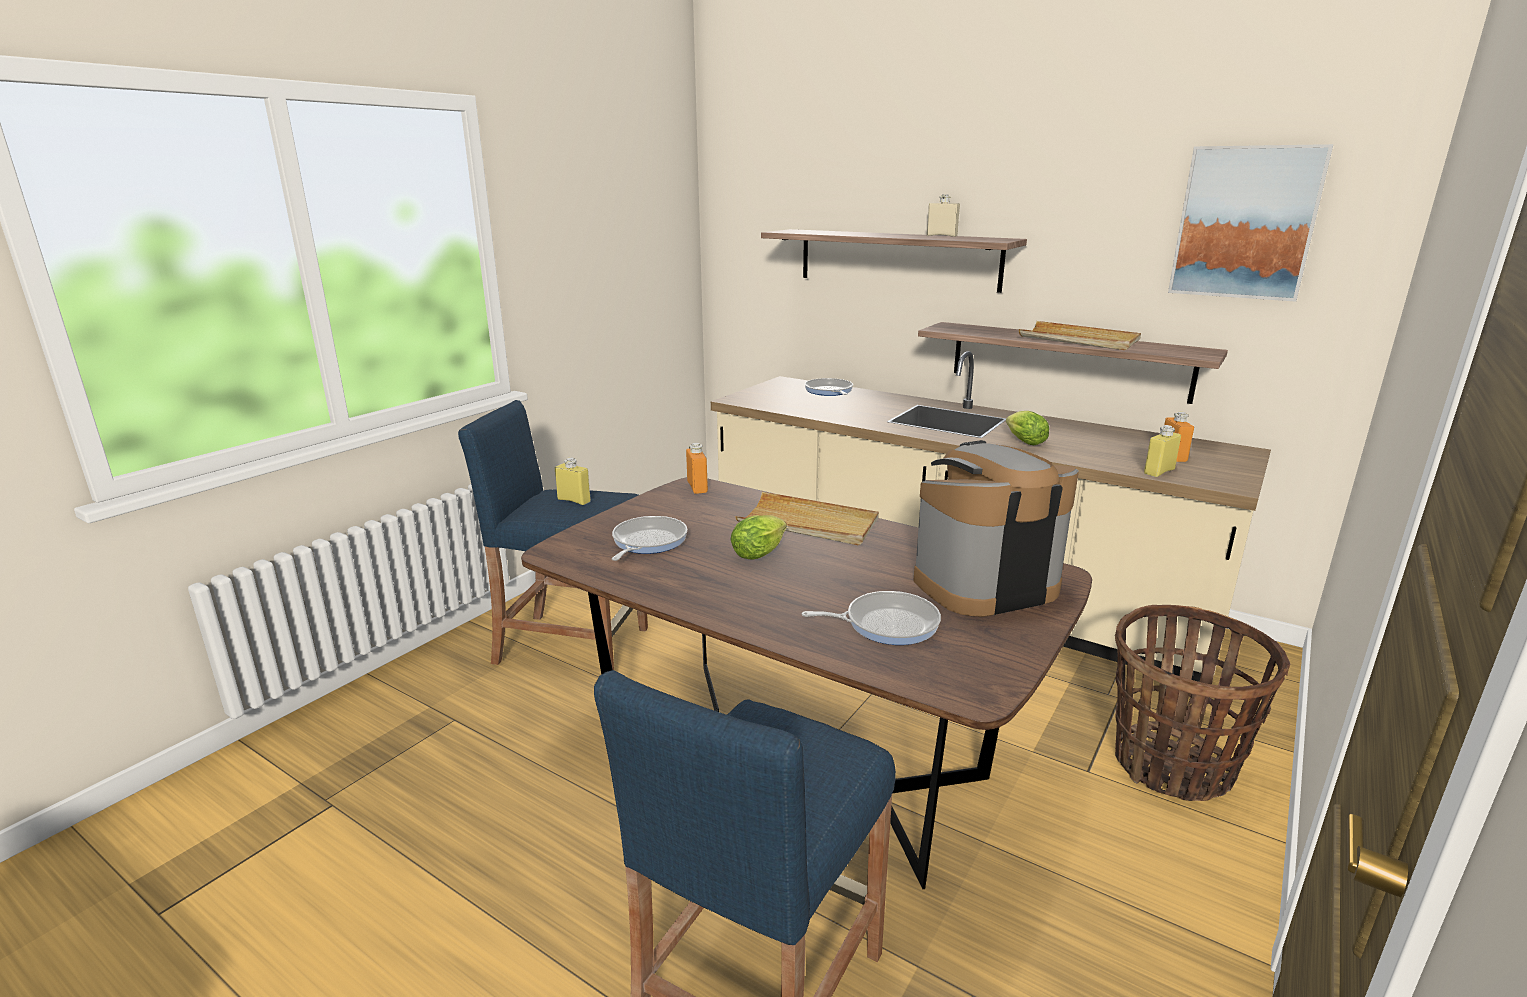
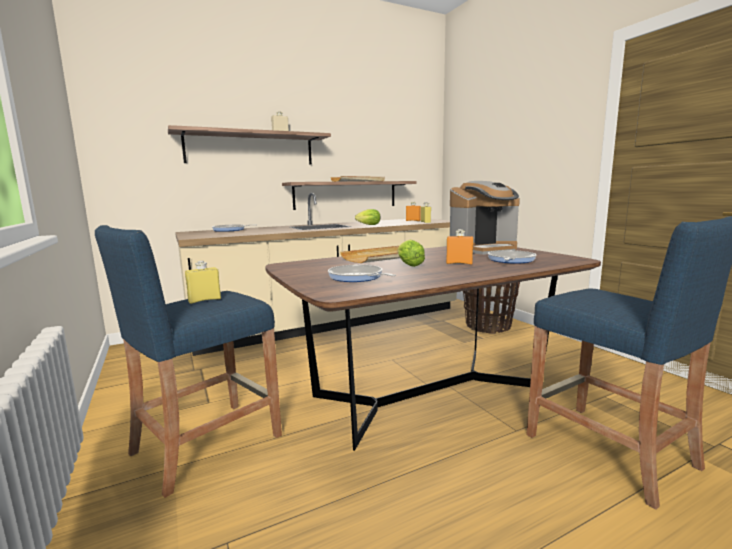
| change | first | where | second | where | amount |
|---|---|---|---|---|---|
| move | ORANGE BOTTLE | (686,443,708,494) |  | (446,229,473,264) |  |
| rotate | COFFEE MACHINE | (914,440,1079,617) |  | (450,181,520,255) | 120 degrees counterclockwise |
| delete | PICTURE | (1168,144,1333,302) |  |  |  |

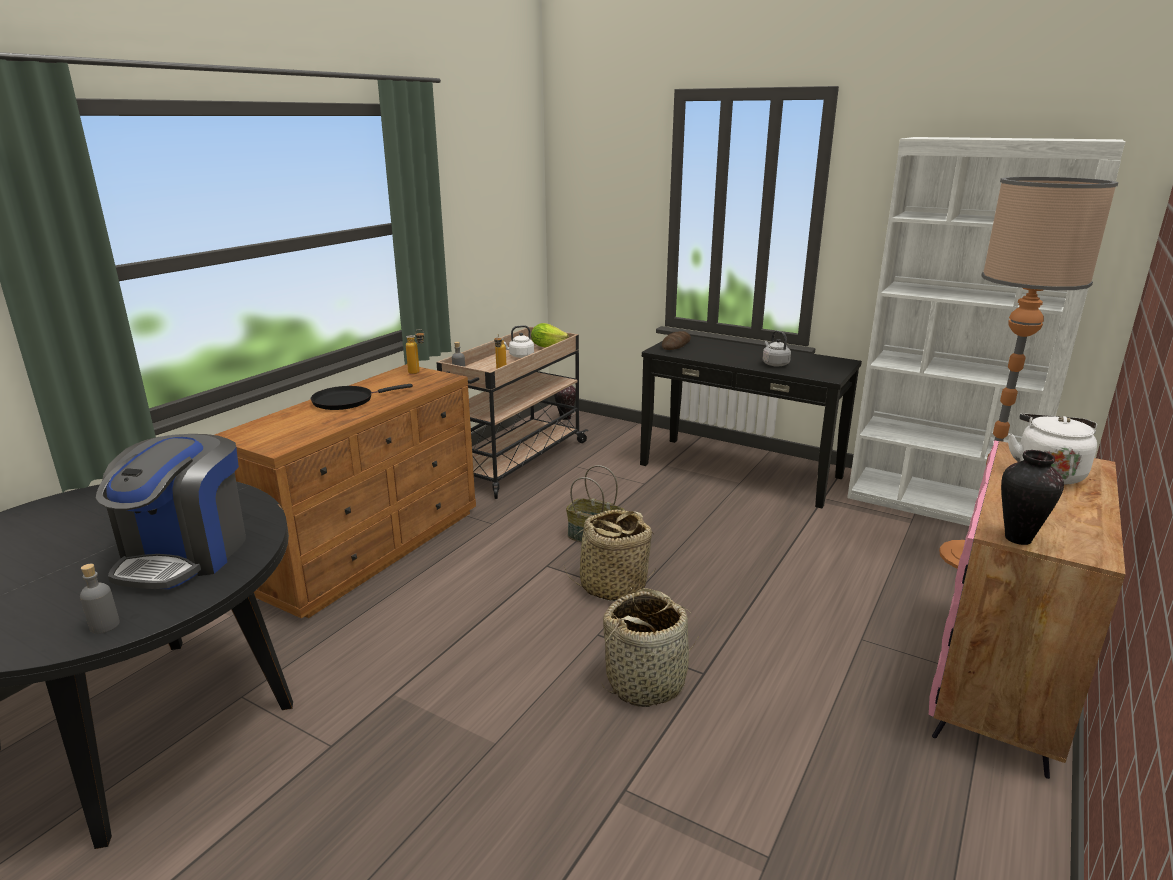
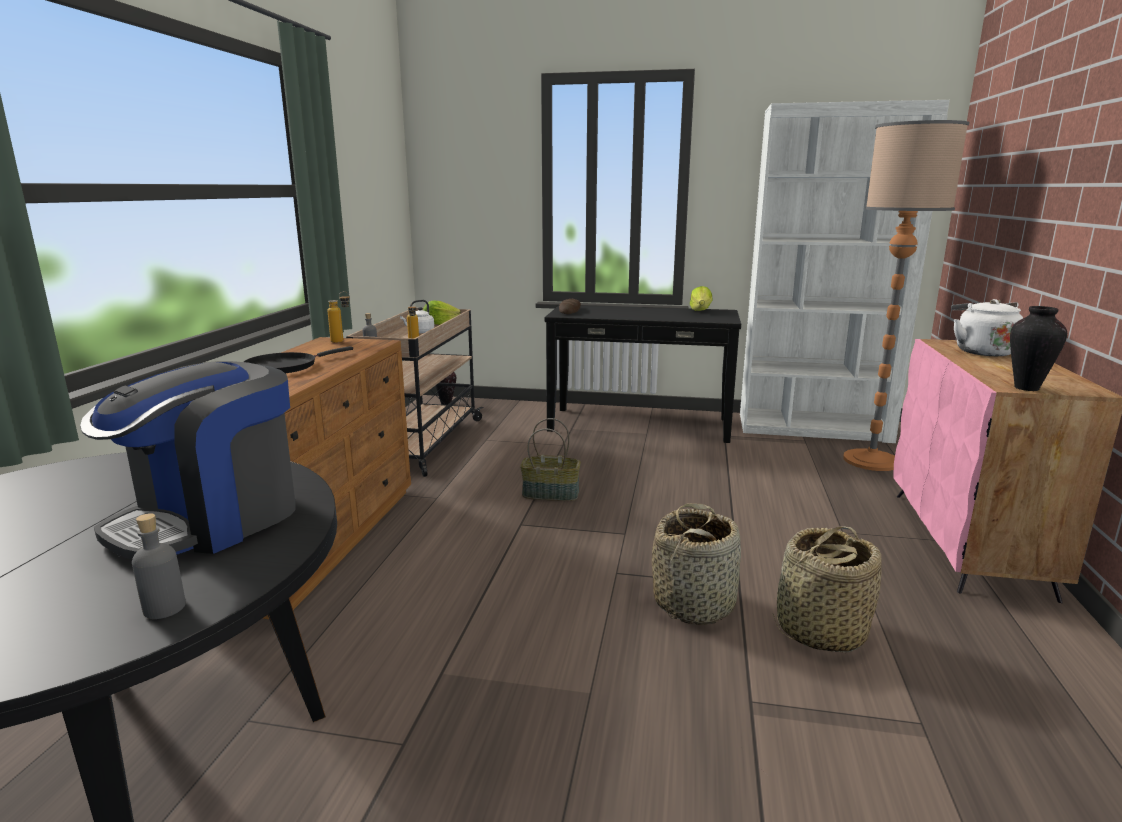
| change | first | where | second | where | amount |
|---|---|---|---|---|---|
| rotate | COFFEE MACHINE | (96,434,246,589) |  | (80,361,296,559) | 45 degrees clockwise |
| insert |  |  | LETTUCE | (690,286,713,311) |  |
| move | BASKET | (564,509,655,601) |  | (773,526,882,652) |  |
| delete | GREY KETTLE | (762,331,791,367) |  |  |  |

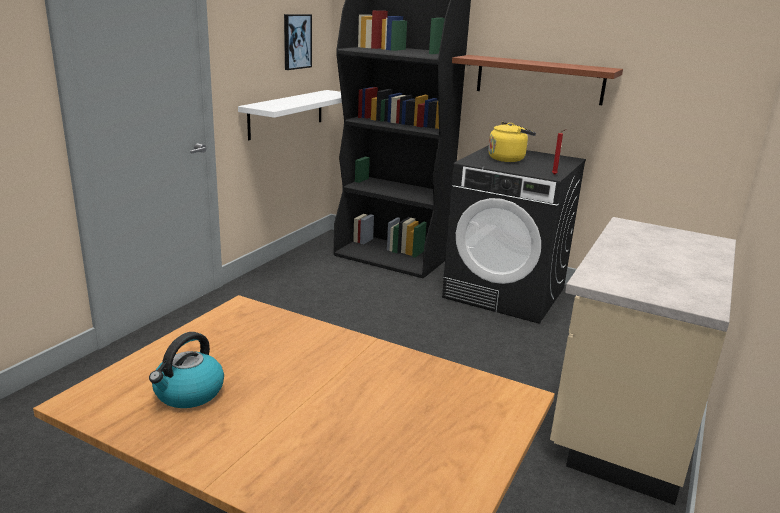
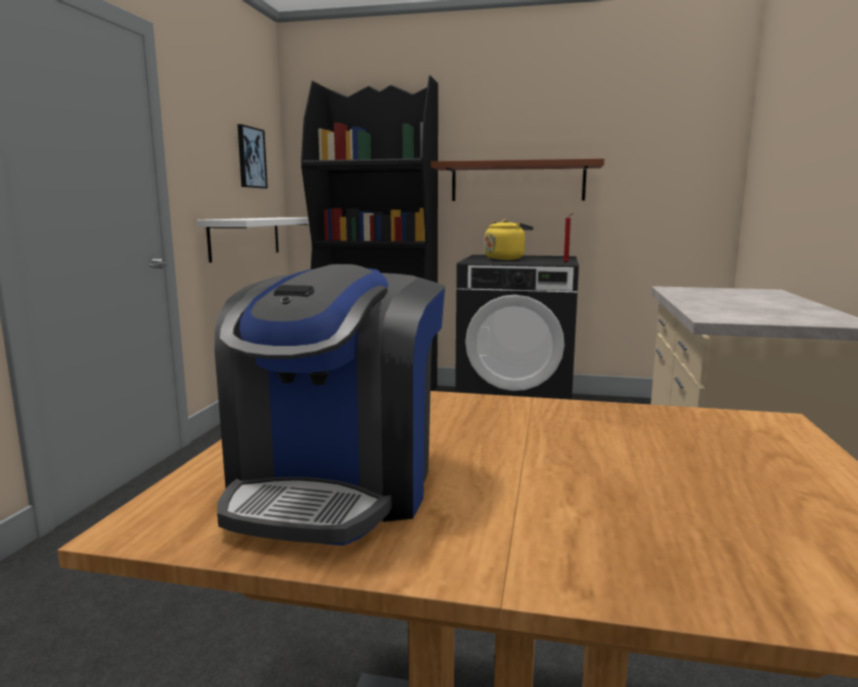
| change | first | where | second | where | amount |
|---|---|---|---|---|---|
| replace | KETTLE | (149,332,224,408) | COFFEE MACHINE | (215,264,445,546) |  |

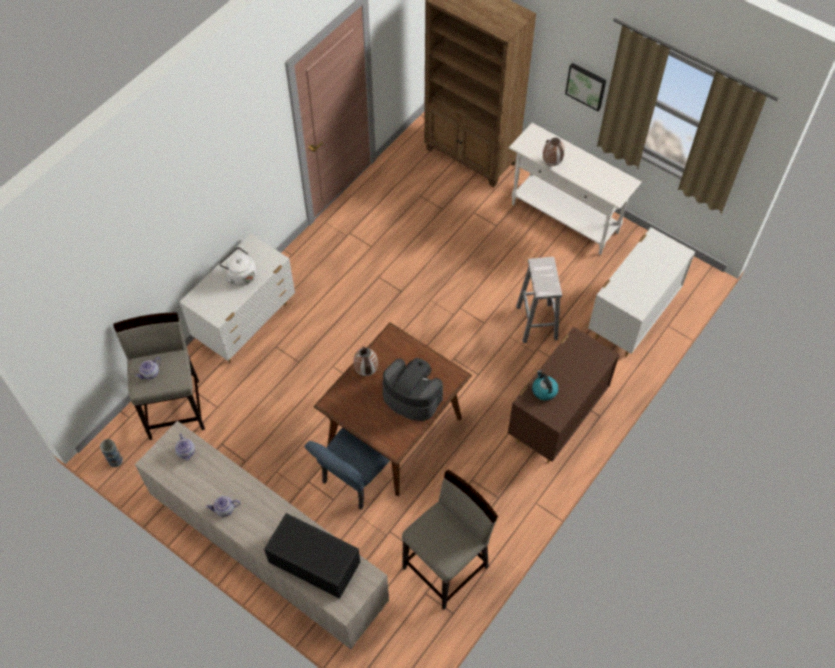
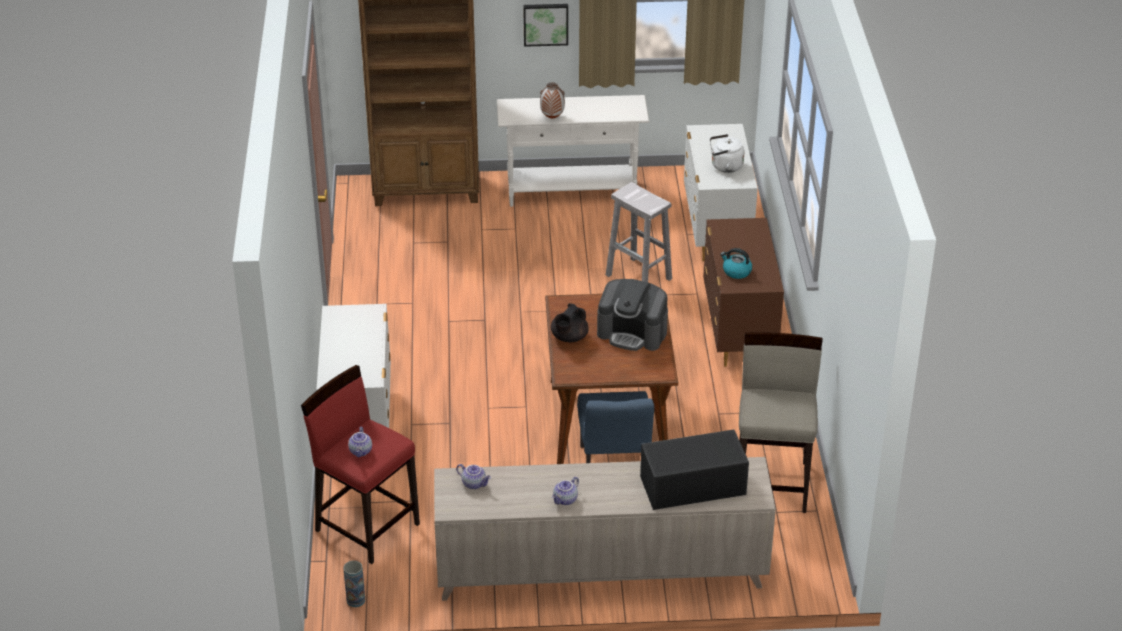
| change | first | where | second | where | amount |
|---|---|---|---|---|---|
| recolor | BEIGE STOOL | (113,312,205,440) | RED STOOL | (301,365,420,564) |  |
| replace | VASE | (354,347,378,376) | BLACK TEAPOT | (551,303,589,342) |  |
| rotate | COFFEE MACHINE | (382,358,443,421) |  | (597,279,668,351) | 150 degrees counterclockwise |
| move | WHITE KETTLE | (219,247,256,286) |  | (710,134,744,173) |  |

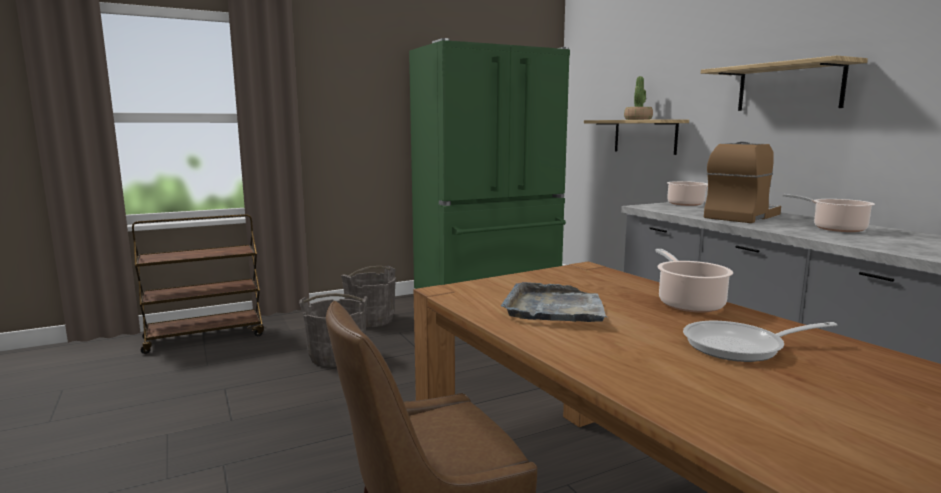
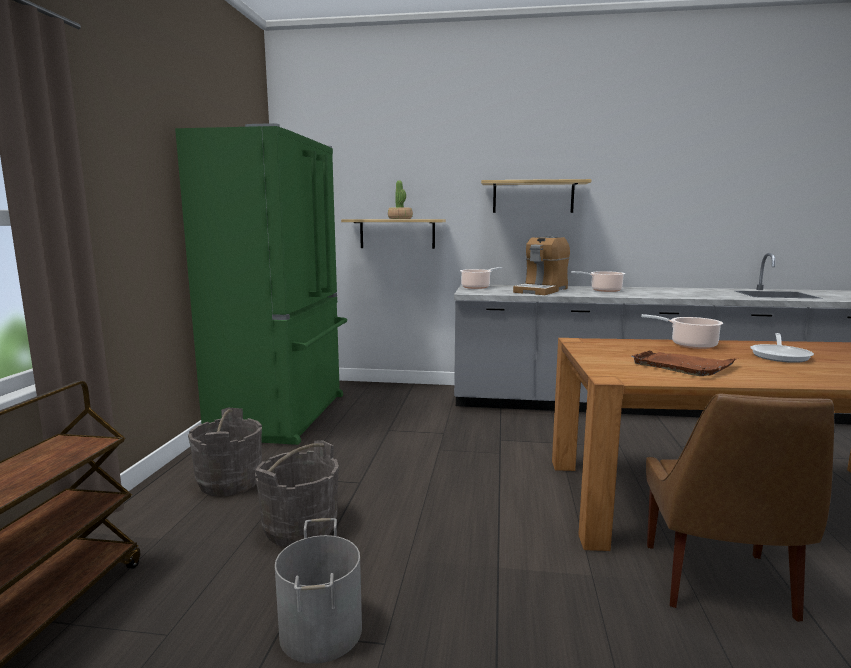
| change | first | where | second | where | amount |
|---|---|---|---|---|---|
| insert |  |  | GREY BUCKET | (275,518,362,664) |  |
| rotate | COFFEE MACHINE | (704,142,781,223) |  | (513,236,570,295) | 135 degrees counterclockwise |
| recolor | GREY TRAY | (501,282,607,322) | BROWN TRAY | (632,350,739,376) |  |

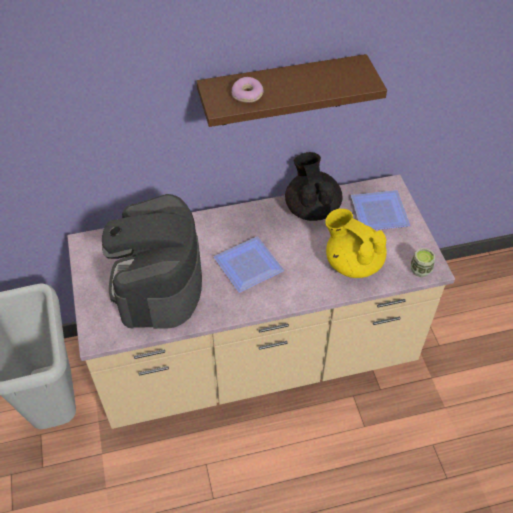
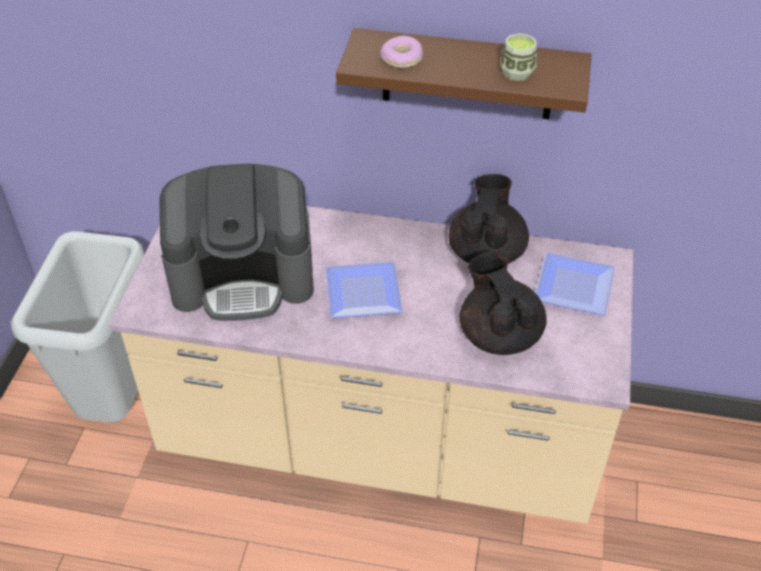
| change | first | where | second | where | amount |
|---|---|---|---|---|---|
| rotate | COFFEE MACHINE | (102,194,202,329) |  | (159,163,314,321) | 120 degrees counterclockwise |
| recolor | YELLOW TEAPOT | (325,209,387,278) | BLACK TEAPOT | (460,252,547,355) |  |
| move | CUP | (411,248,435,277) |  | (501,33,537,81) |  |

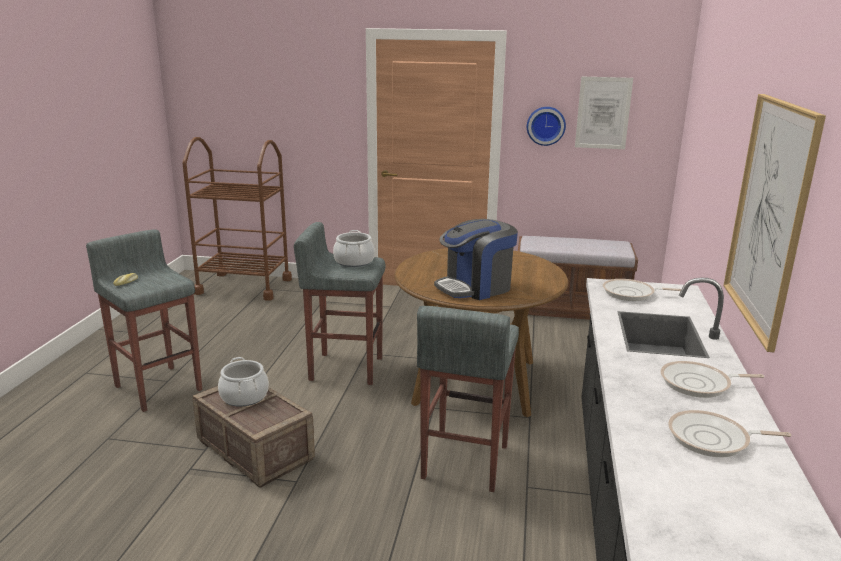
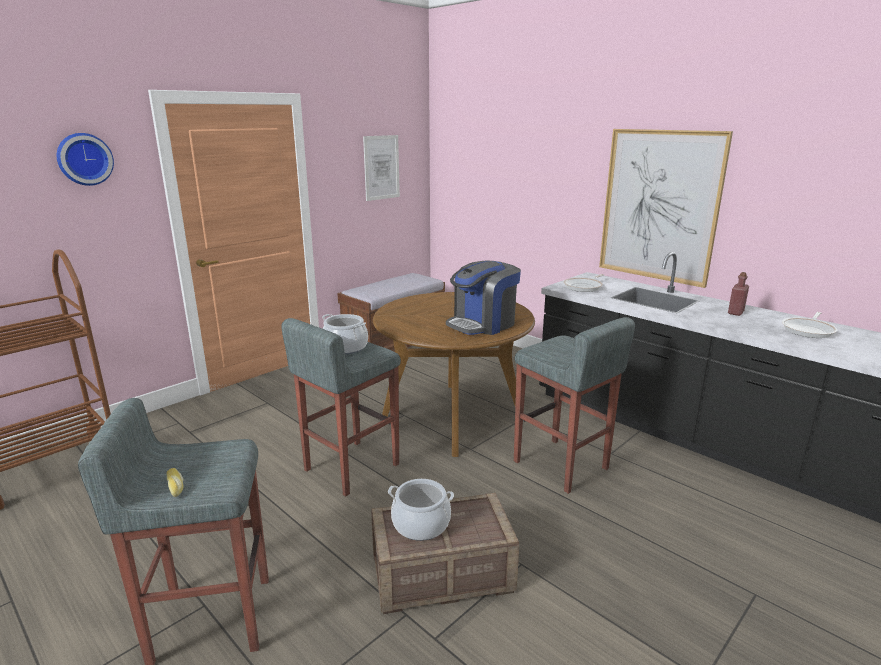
| change | first | where | second | where | amount |
|---|---|---|---|---|---|
| move | WALL CLOCK | (527,107,566,146) |  | (57,133,114,186) |  |
| rotate | COFFEE MACHINE | (434,219,518,300) |  | (446,261,521,335) | 45 degrees clockwise |
| replace | FRYING PAN | (661,361,764,398) | RED BOTTLE | (728,272,749,316) |  |

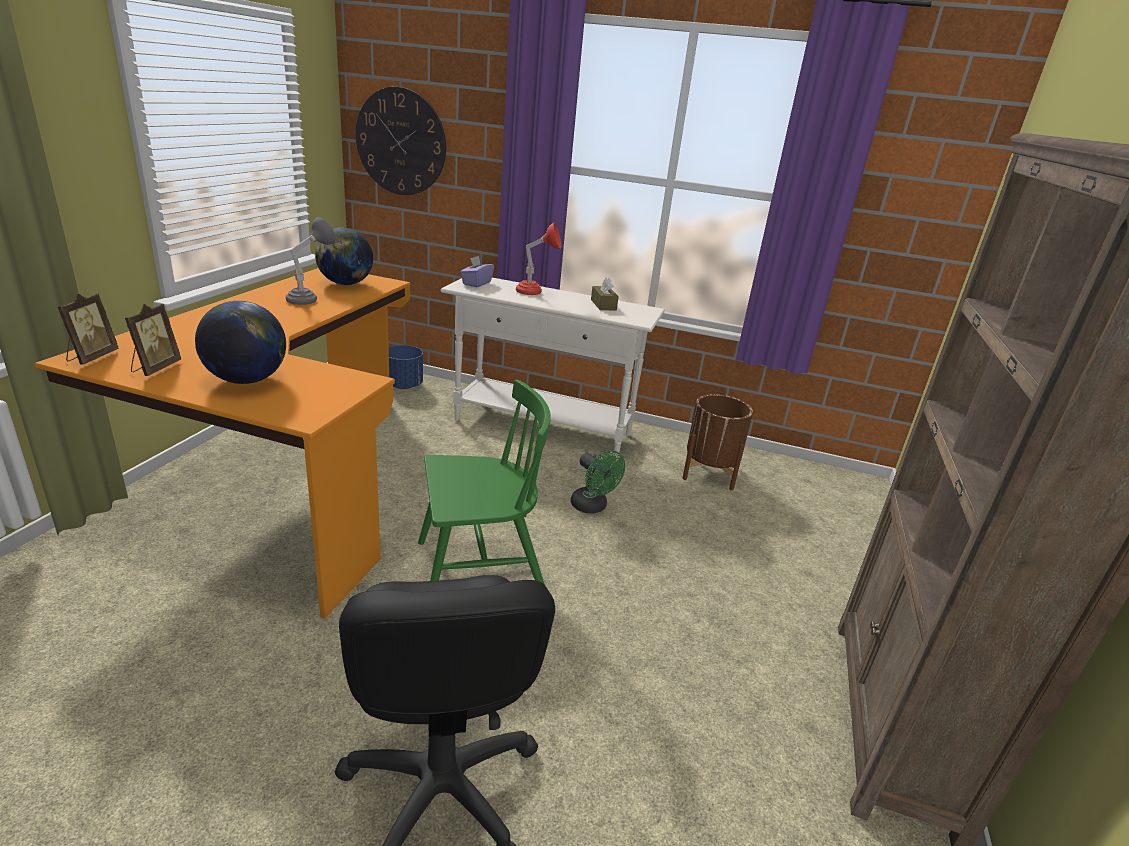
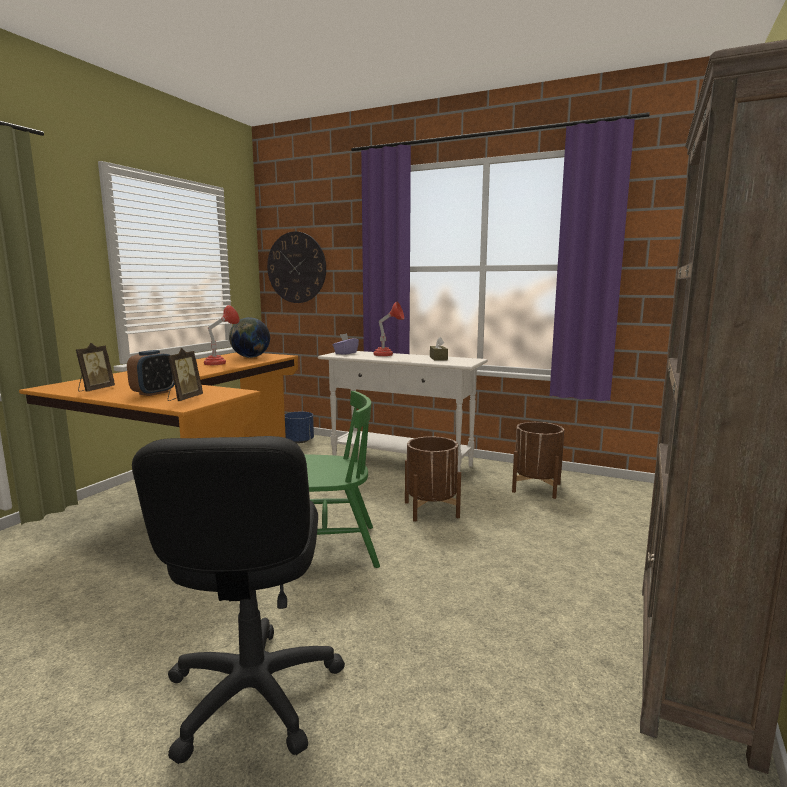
| change | first | where | second | where | amount |
|---|---|---|---|---|---|
| replace | GLOBE | (195,301,286,384) | ALARM CLOCK | (127,350,174,396) |  |
| move | PICTURE FRAME | (58,293,119,365) |  | (168,348,203,401) |  |
| recolor | GREY TABLE LAMP | (286,217,336,305) | RED TABLE LAMP | (204,305,239,365) |  |
| replace | GREEN FAN | (571,450,625,513) | BROWN PLANTER | (405,436,461,522) |  |

